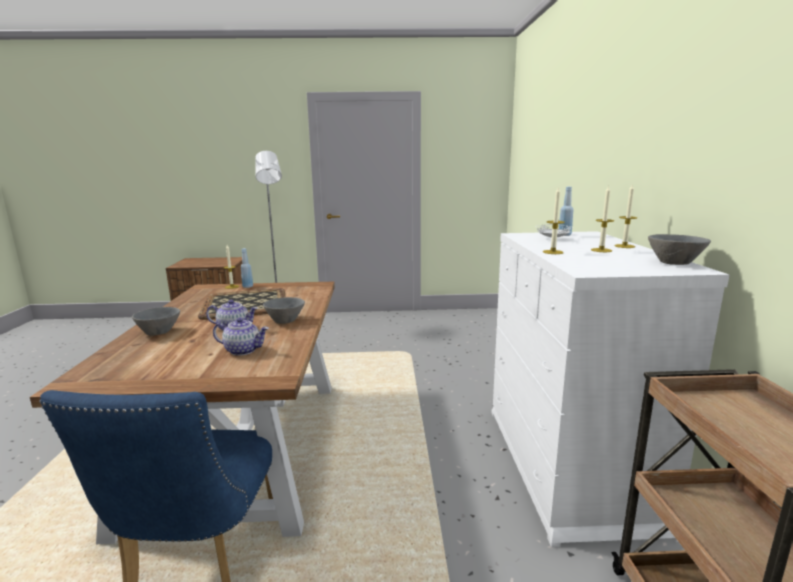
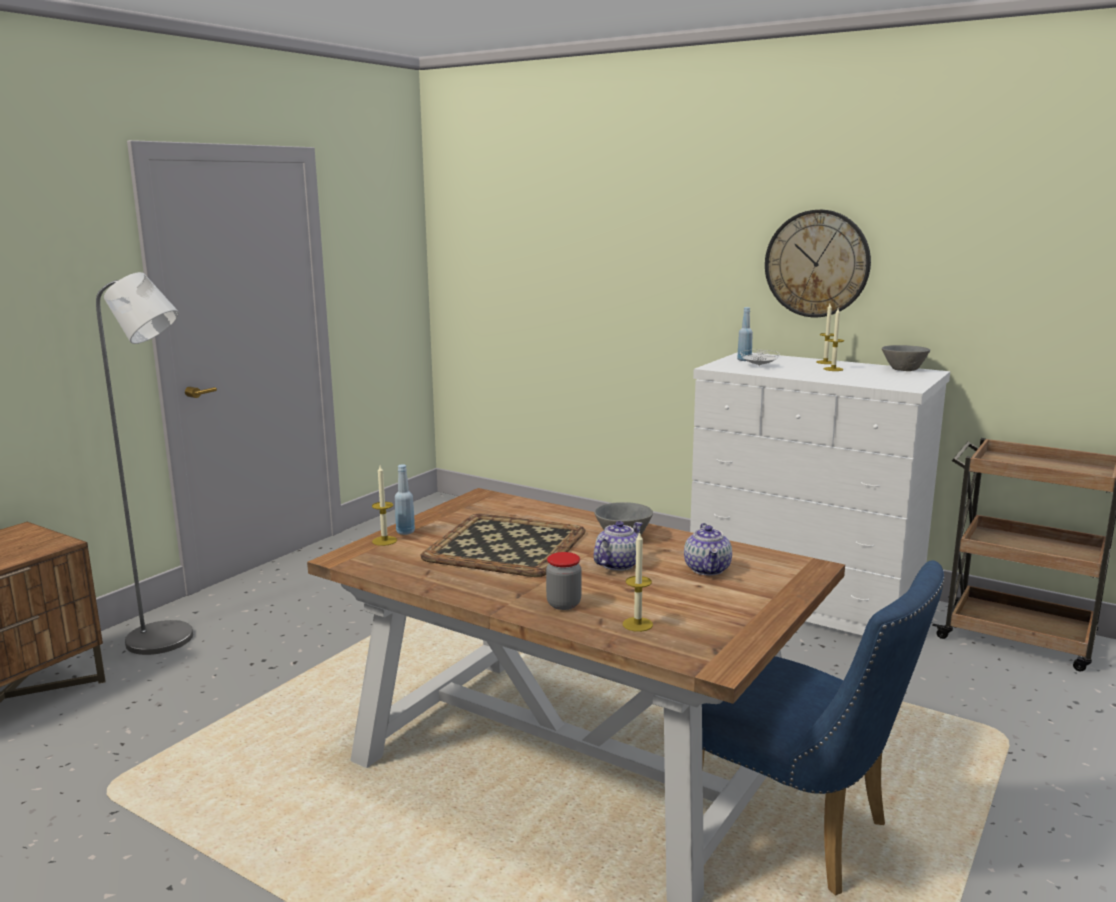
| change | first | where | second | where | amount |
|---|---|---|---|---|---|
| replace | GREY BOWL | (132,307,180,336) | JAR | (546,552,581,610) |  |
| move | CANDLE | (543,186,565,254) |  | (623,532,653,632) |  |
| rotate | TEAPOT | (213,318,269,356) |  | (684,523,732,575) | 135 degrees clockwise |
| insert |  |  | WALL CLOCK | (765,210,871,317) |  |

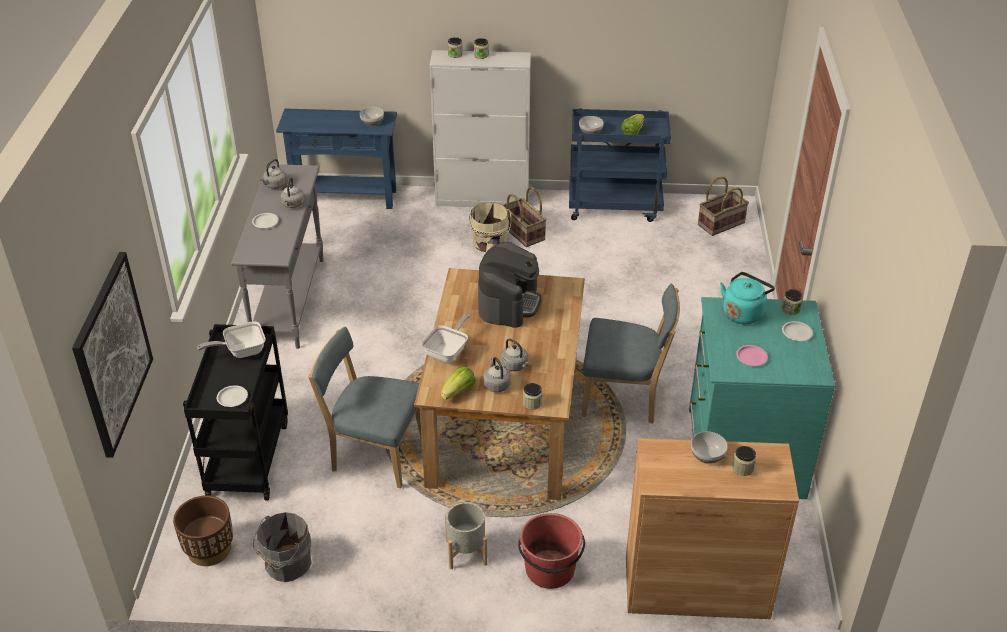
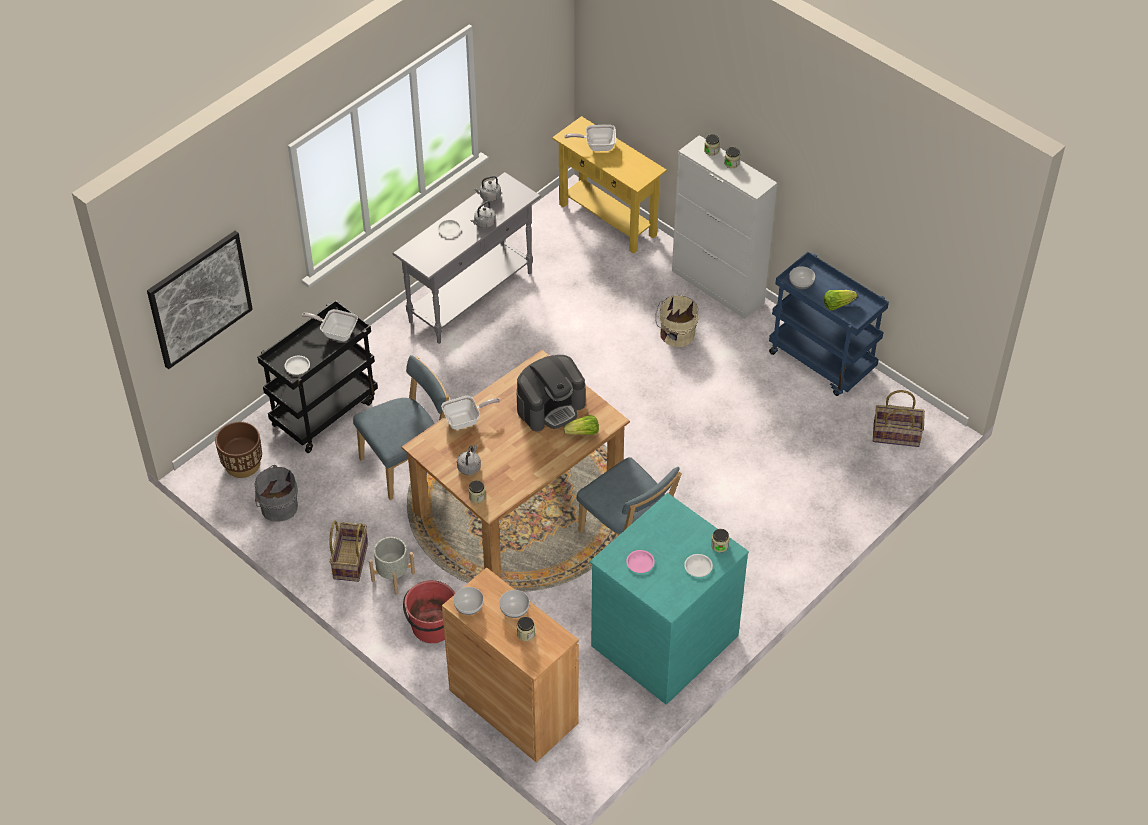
| change | first | where | second | where | amount |
|---|---|---|---|---|---|
| move | BASKET | (503,187,547,247) |  | (329,521,368,582) |  |
| rotate | BLUE CHAIR | (308,327,422,488) |  | (353,355,449,500) | 90 degrees clockwise |
| move | BOWL | (360,107,384,126) |  | (453,587,484,615) |  |
| recolor | BLUE CONSOLE TABLE | (276,109,397,209) | YELLOW CONSOLE TABLE | (552,116,667,254) |  |
| move | LETTUCE | (441,367,476,400) |  | (563,415,599,435) |  |
| insert |  |  | FRYING PAN | (564,125,616,151) |  |
| delete | GREY KETTLE | (501,338,530,371) |  |  |  |
| delete | TURQUOISE KETTLE | (720,272,775,324) |  |  |  |

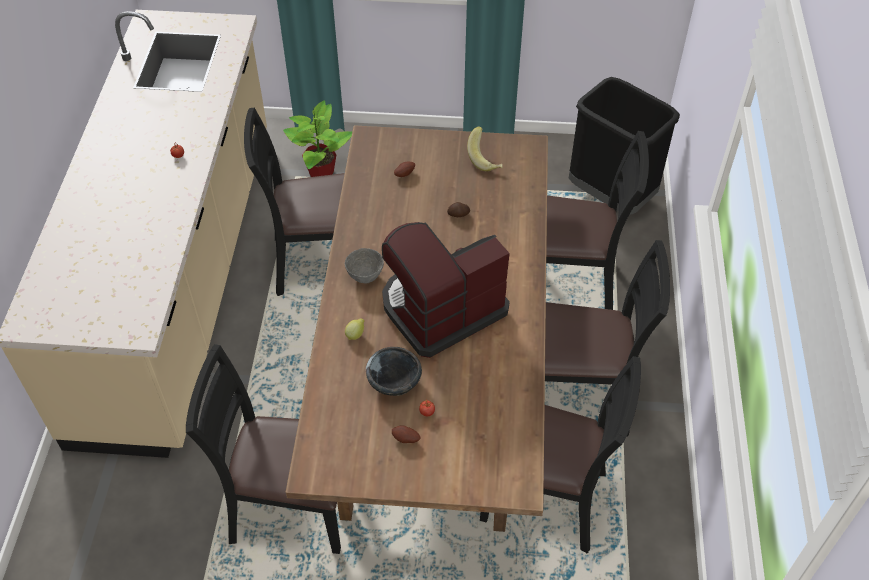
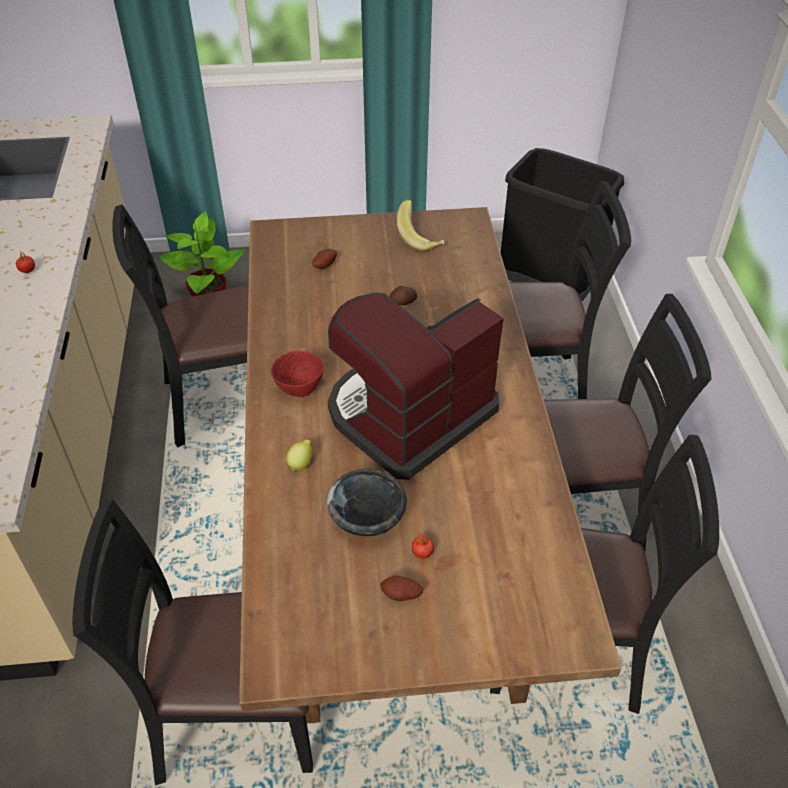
| change | first | where | second | where | amount |
|---|---|---|---|---|---|
| recolor | GREY BOWL | (345,248,384,283) | RED BOWL | (271,351,324,397) |  |

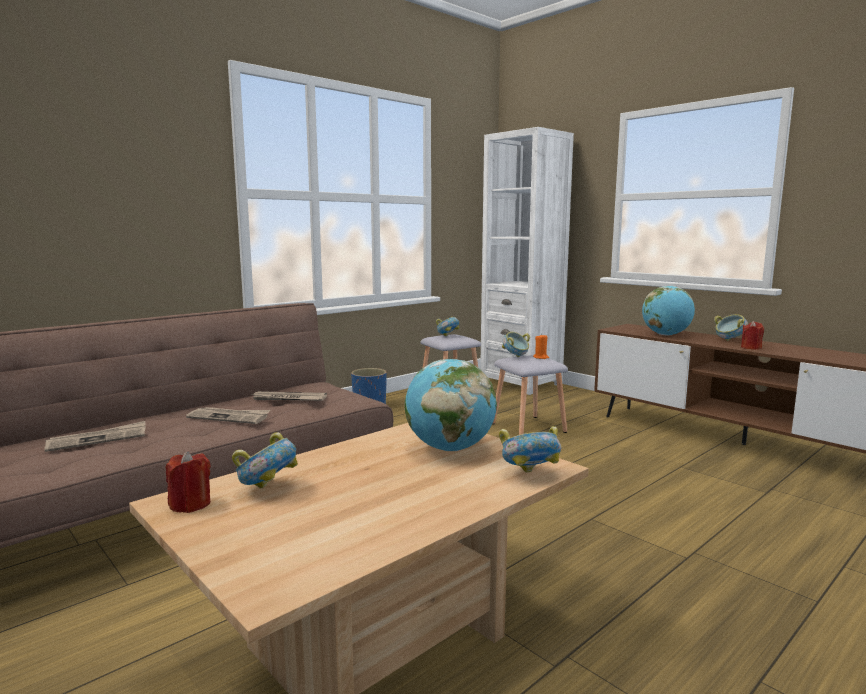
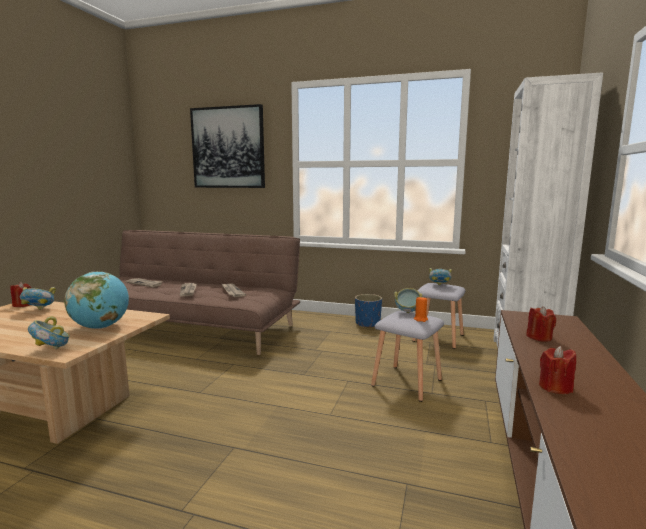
| change | first | where | second | where | amount |
|---|---|---|---|---|---|
| insert |  |  | PICTURE | (190,104,265,188) |  |
| replace | GLOBE | (642,286,695,336) | RED CANDLE | (526,306,556,342) |  |
| delete | BOWL | (714,314,748,341) |  |  |  |

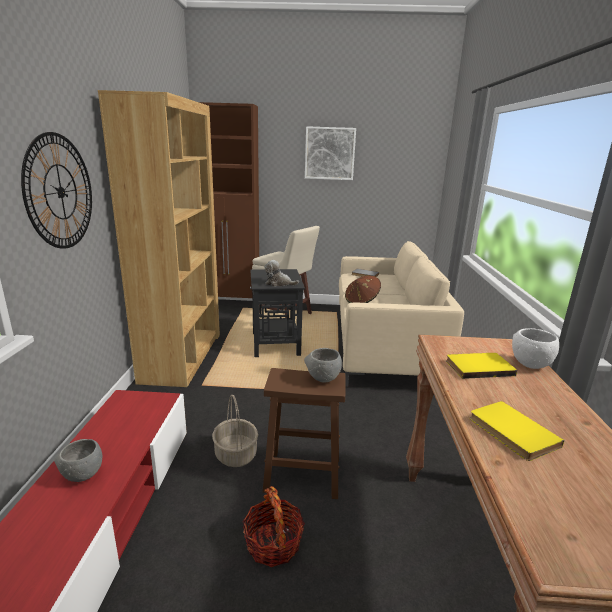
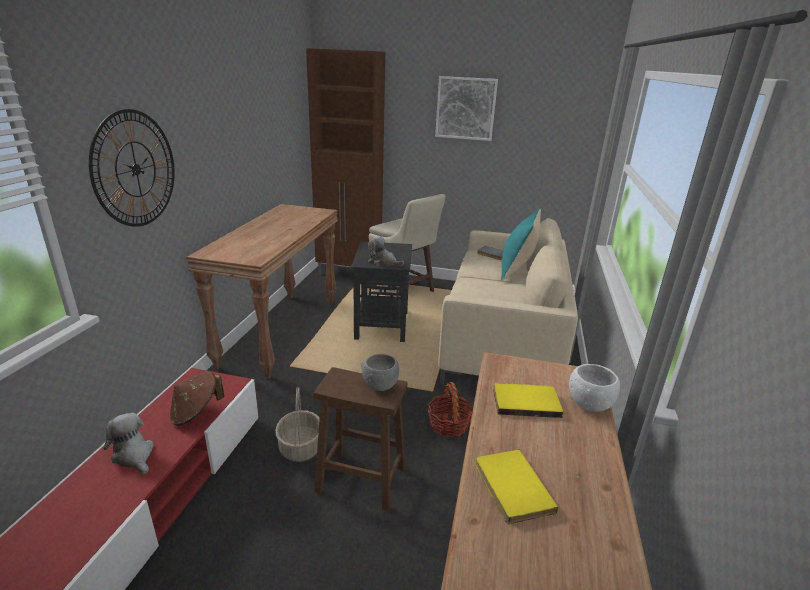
| change | first | where | second | where | amount |
|---|---|---|---|---|---|
| replace | GREY BOWL | (54,439,102,482) | PLUSH TOY | (103,413,154,474) |  |
| move | BROWN HAT | (345,276,381,303) |  | (170,371,224,426) |  |
| replace | BROWN BOOKCASE | (98,90,220,387) | BROWN CONSOLE TABLE | (186,204,338,379) |  |
| move | BASKET | (242,486,305,567) |  | (428,382,473,438) |  |
| insert |  |  | TURQUOISE PILLOW | (501,208,541,281) |  |

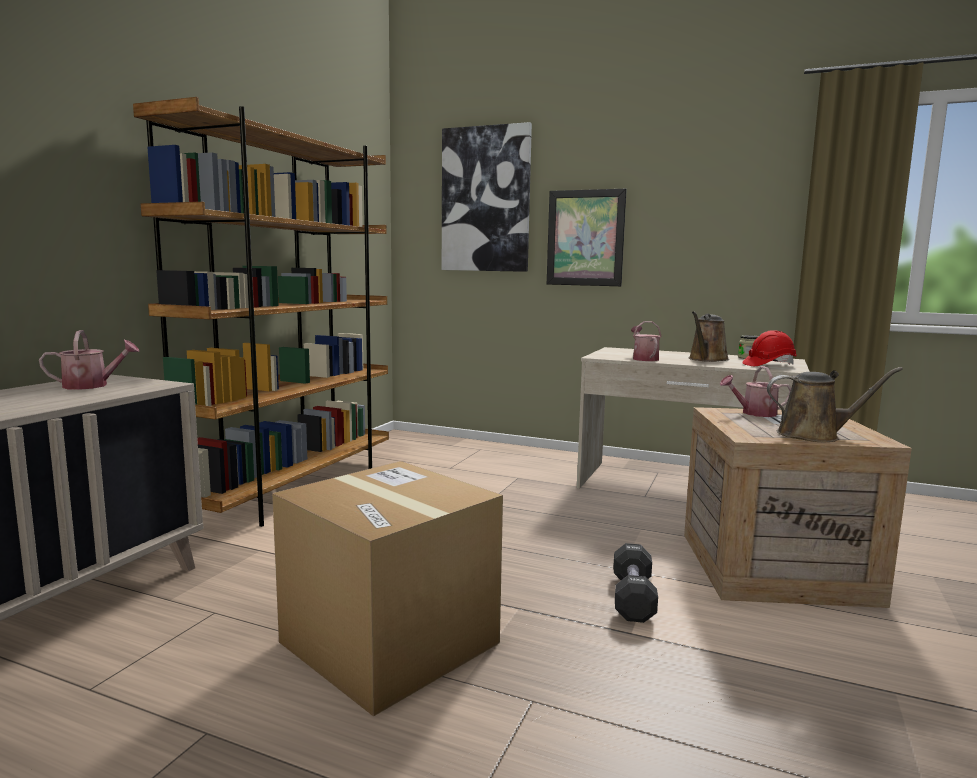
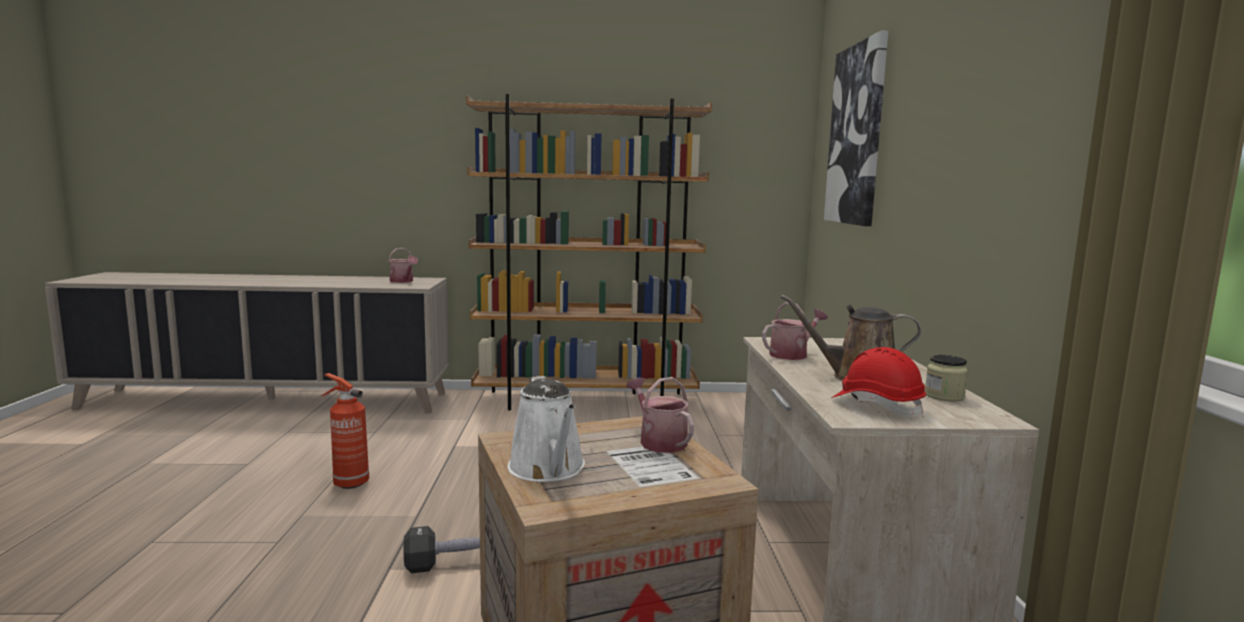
| change | first | where | second | where | amount |
|---|---|---|---|---|---|
| replace | CARDBOARD BOX | (272,461,503,717) | FIRE EXTINGUISHER | (321,373,369,489) |  |
| recolor | BROWN WATERING CAN | (767,367,903,442) | WHITE WATERING CAN | (508,376,585,482) |  |
| delete | PICTURE | (547,189,627,286) |  |  |  |

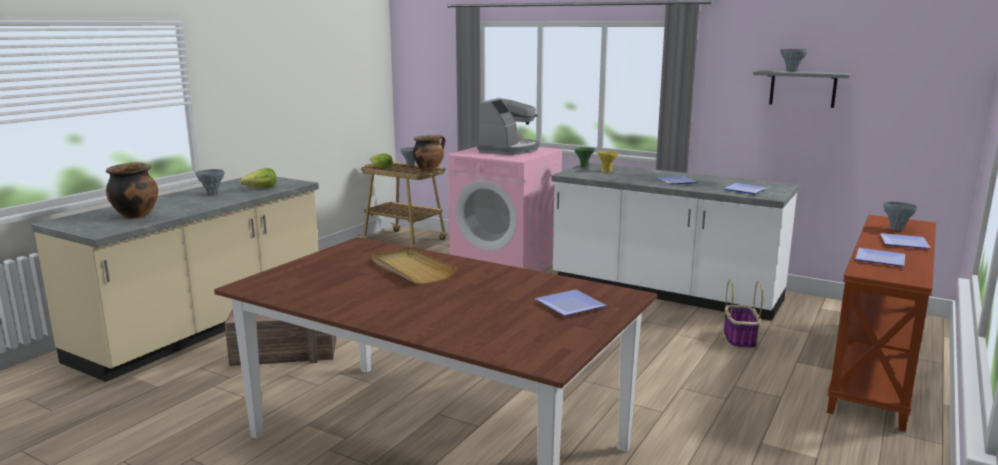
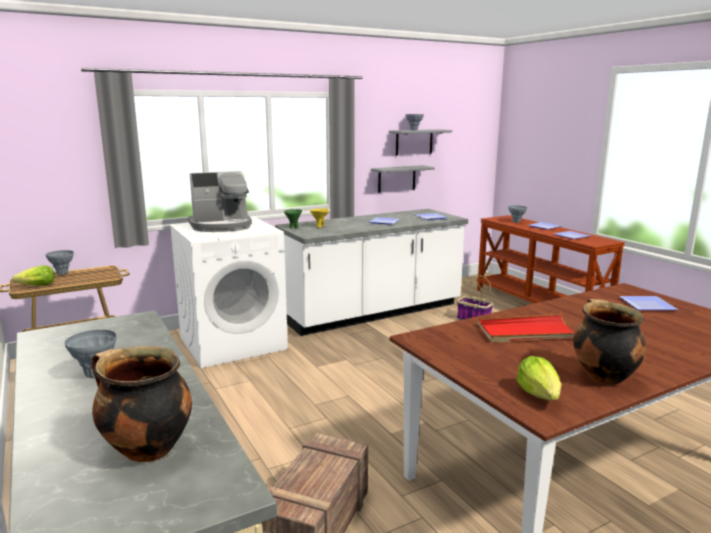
| change | first | where | second | where | amount |
|---|---|---|---|---|---|
| recolor | PINK WASHING MACHINE | (448,147,563,272) | WHITE WASHING MACHINE | (170,217,288,368) |  |
| rotate | COFFEE MACHINE | (477,98,539,155) |  | (188,171,252,232) | 105 degrees clockwise |
| insert |  |  | GREY SHELF | (371,165,435,193) |  |
| recolor | BEIGE TRAY | (372,247,458,284) | RED TRAY | (478,314,575,343) |  |
| move | LETTUCE | (240,168,277,188) |  | (516,356,562,400) |  |
| move | COOKING POT | (413,135,446,171) |  | (573,299,646,385) |  |

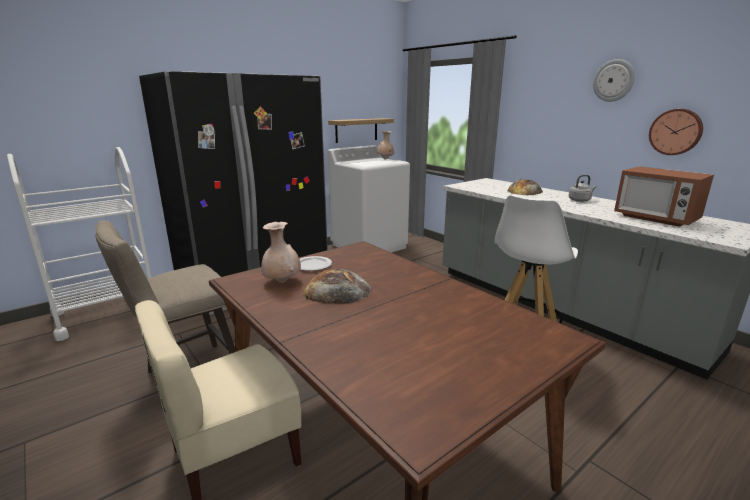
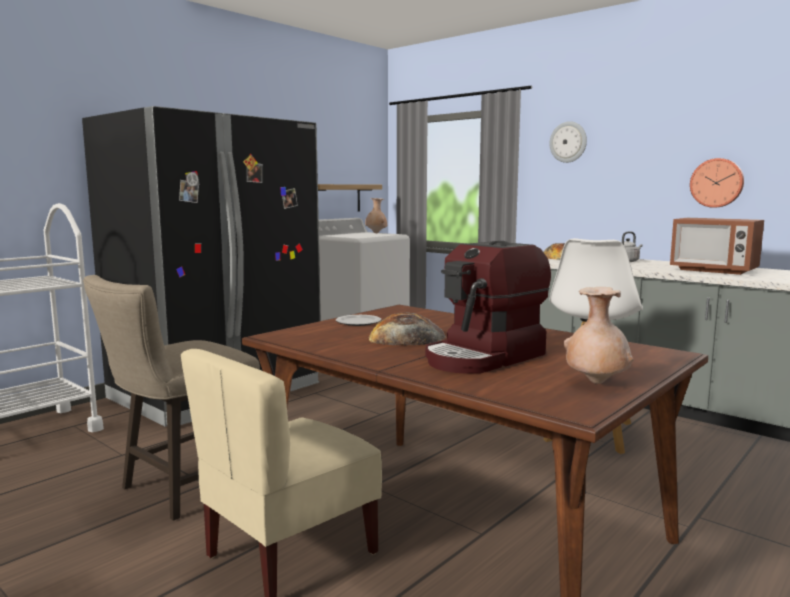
| change | first | where | second | where | amount |
|---|---|---|---|---|---|
| insert |  |  | COFFEE MACHINE | (425,241,551,374) |  |
| move | WALL CLOCK | (593,59,635,102) |  | (549,121,587,163) |  |
| move | BEIGE VASE | (261,222,301,283) |  | (564,287,634,384) |  |

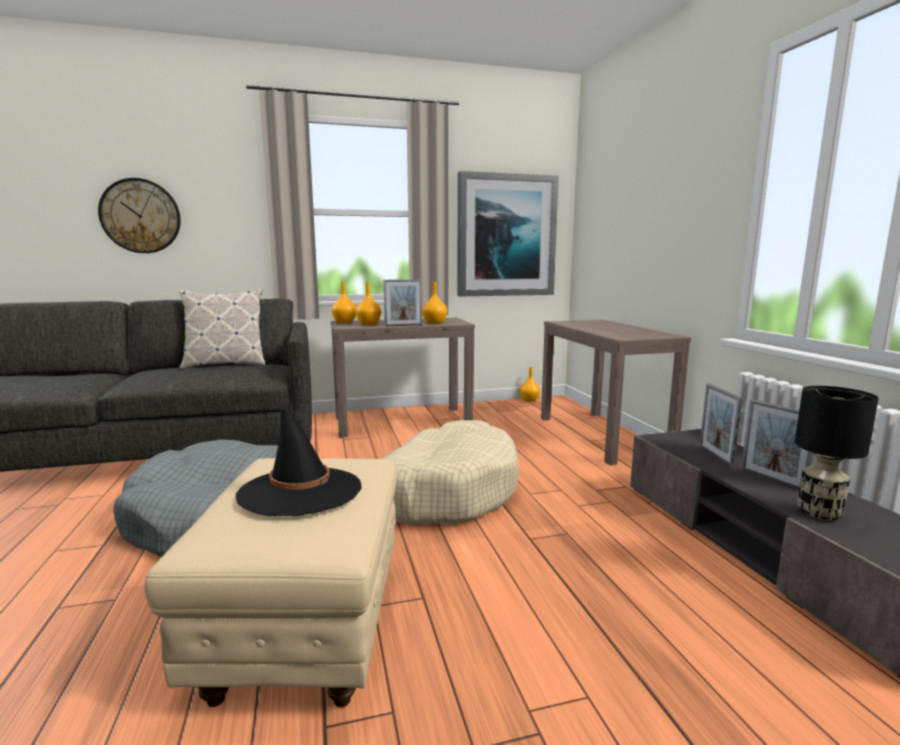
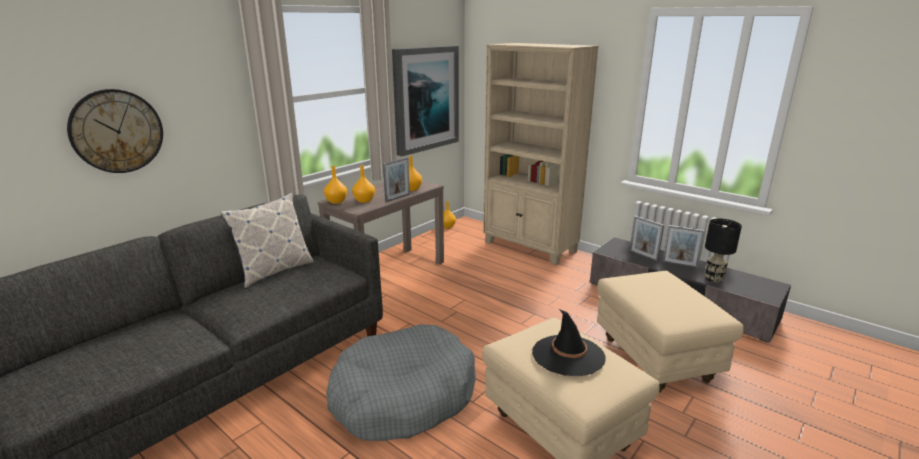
| change | first | where | second | where | amount |
|---|---|---|---|---|---|
| replace | BROWN CONSOLE TABLE | (541,320,691,465) | BEIGE BOOKCASE | (483,43,599,266) |  |
| insert |  |  | BEIGE OTTOMAN | (597,271,744,392) |  |
| delete | BEIGE DOG BED | (383,420,519,524) |  |  |  |

